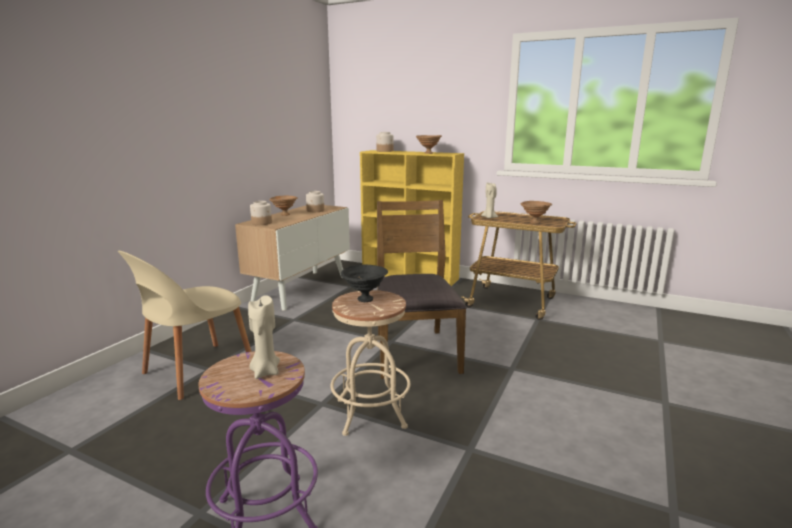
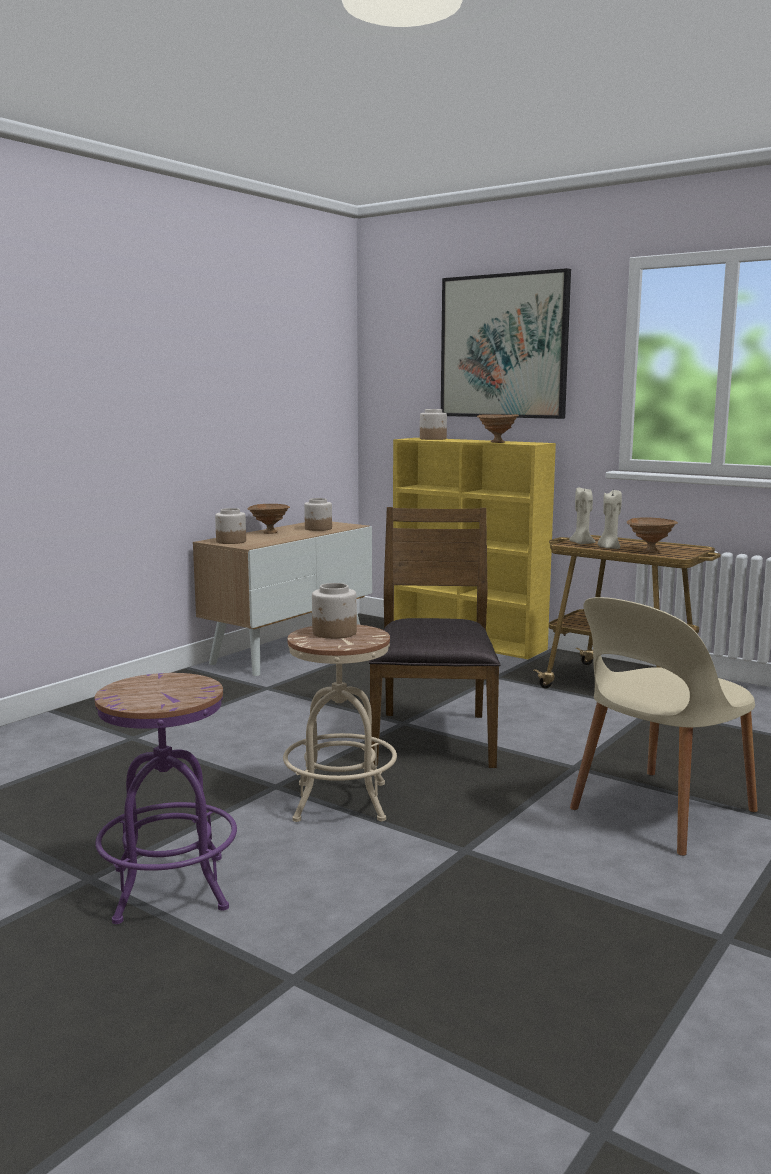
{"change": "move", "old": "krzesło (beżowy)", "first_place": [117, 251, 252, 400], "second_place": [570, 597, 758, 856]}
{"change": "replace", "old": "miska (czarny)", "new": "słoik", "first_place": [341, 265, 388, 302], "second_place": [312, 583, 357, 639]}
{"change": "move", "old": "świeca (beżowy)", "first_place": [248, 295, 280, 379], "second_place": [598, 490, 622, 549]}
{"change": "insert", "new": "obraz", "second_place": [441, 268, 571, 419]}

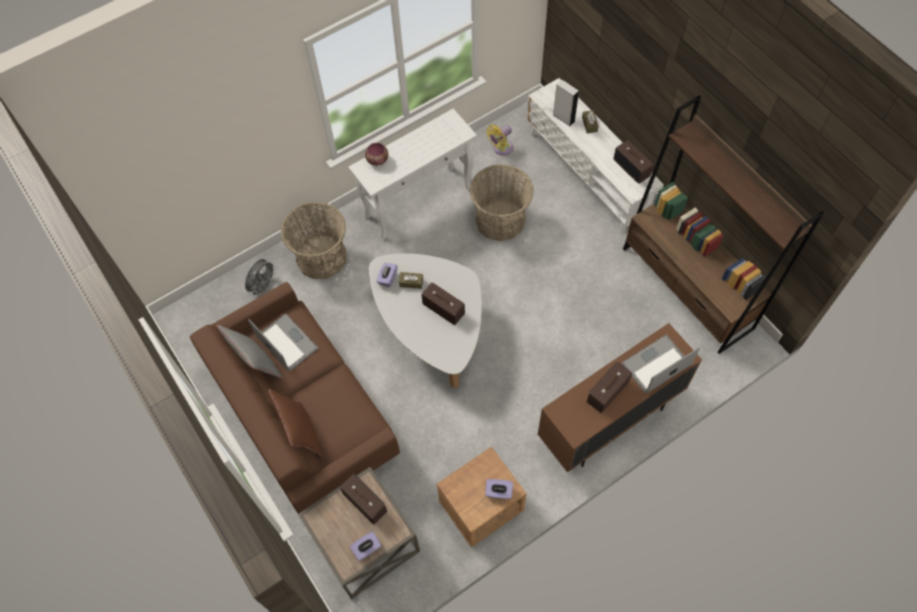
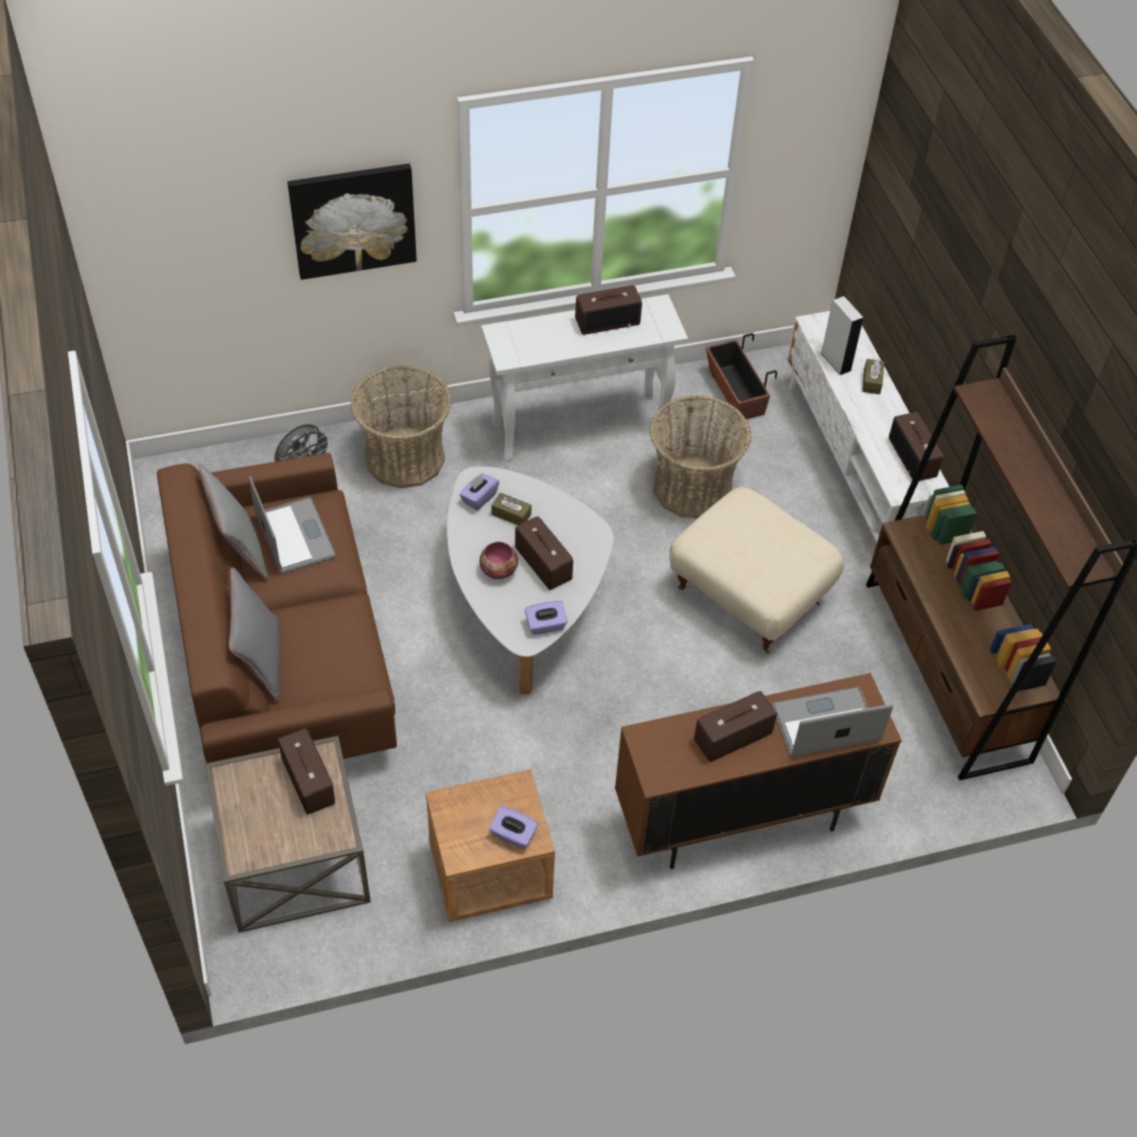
{"change": "replace", "old": "wentylator (żółty)", "new": "donica", "first_place": [486, 125, 513, 155], "second_place": [706, 333, 777, 419]}
{"change": "move", "old": "miska", "first_place": [365, 143, 388, 166], "second_place": [480, 542, 518, 579]}
{"change": "recolor", "old": "poduszka (brązowy)", "new": "poduszka (szary)", "first_place": [269, 389, 323, 456], "second_place": [229, 567, 280, 701]}
{"change": "move", "old": "pudełko chusteczek (fioletowy)", "first_place": [350, 531, 381, 561], "second_place": [525, 601, 567, 635]}
{"change": "insert", "new": "obraz", "second_place": [287, 164, 417, 280]}
{"change": "insert", "new": "radio", "second_place": [575, 285, 642, 335]}
{"change": "insert", "new": "pufa (beżowy)", "second_place": [670, 487, 844, 654]}

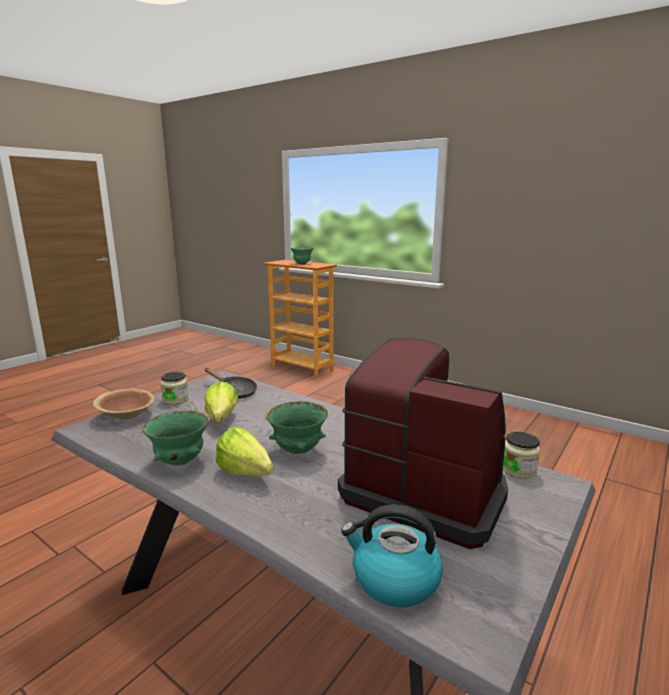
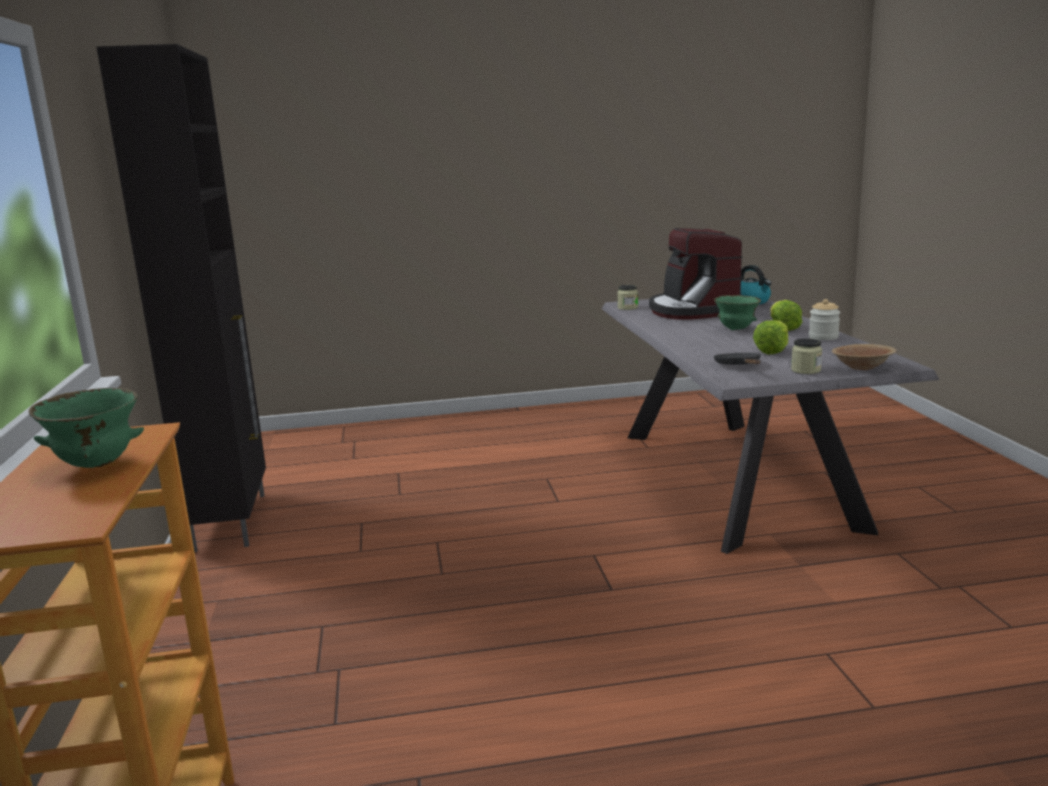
{"change": "replace", "old": "miska (zielony)", "new": "słoik", "first_place": [142, 410, 211, 466], "second_place": [809, 299, 840, 340]}
{"change": "insert", "new": "szafka (czarny)", "second_place": [97, 44, 266, 553]}

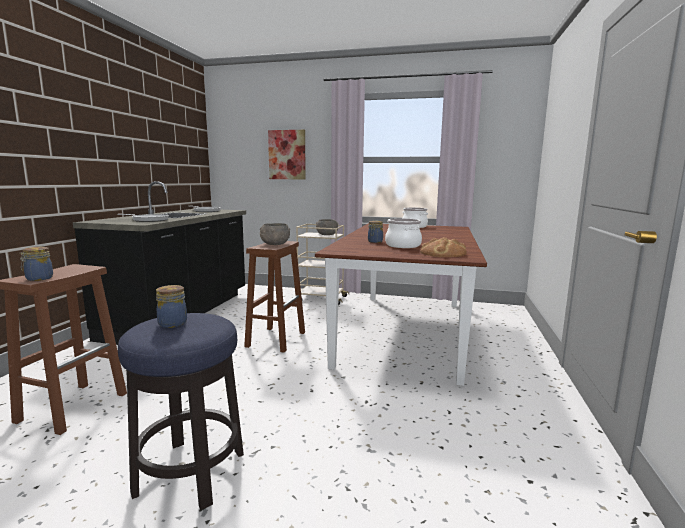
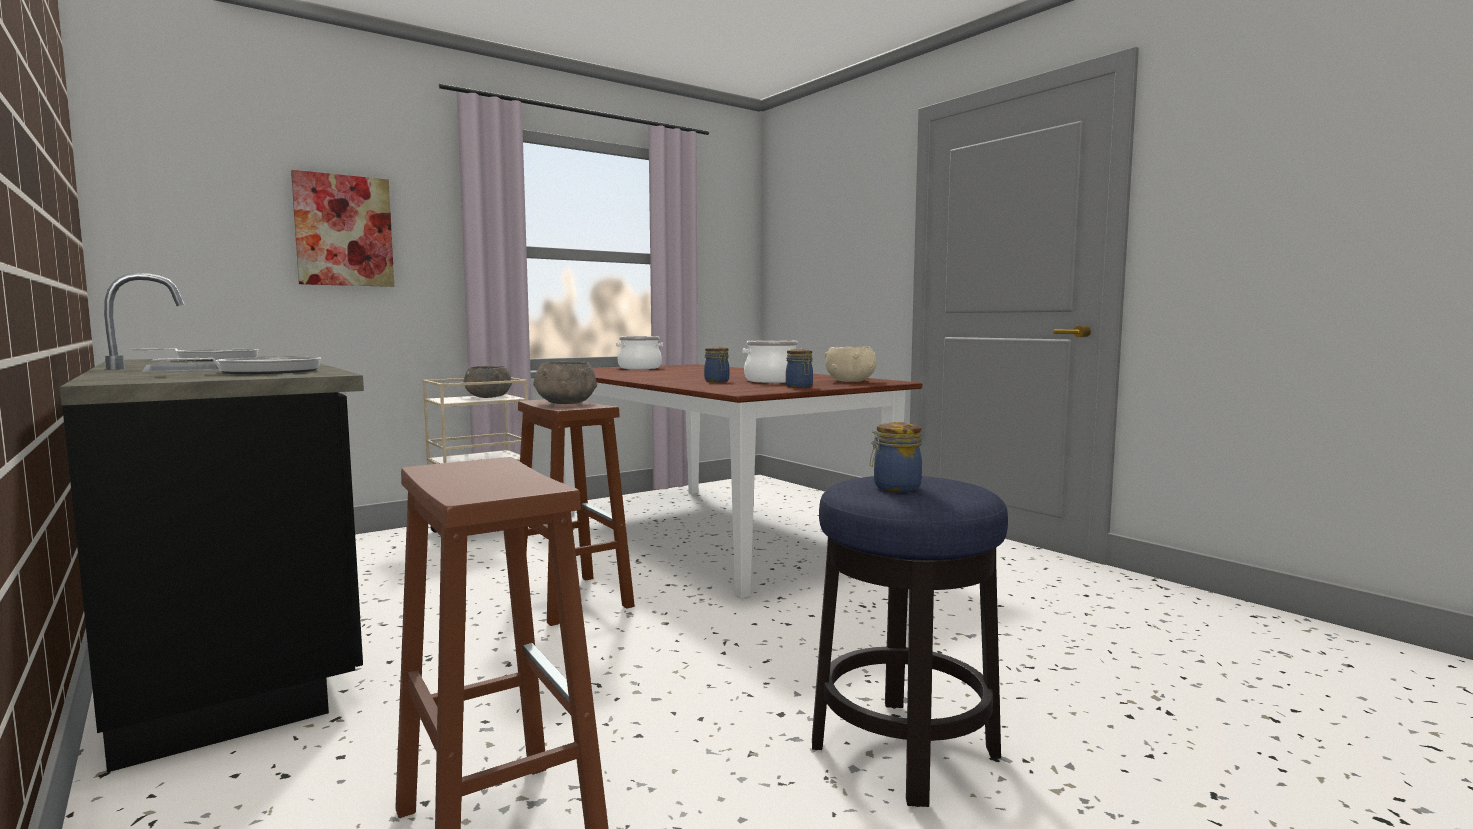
{"change": "replace", "old": "chleb", "new": "miska (beżowy)", "first_place": [420, 237, 467, 257], "second_place": [824, 347, 877, 382]}
{"change": "move", "old": "słoik", "first_place": [20, 246, 53, 281], "second_place": [786, 349, 813, 388]}

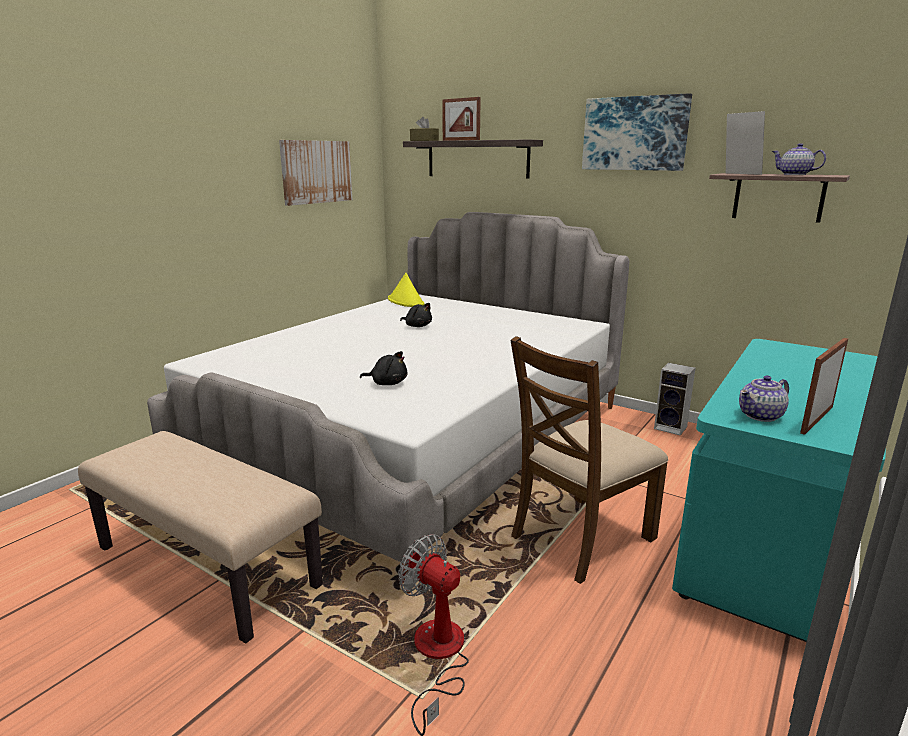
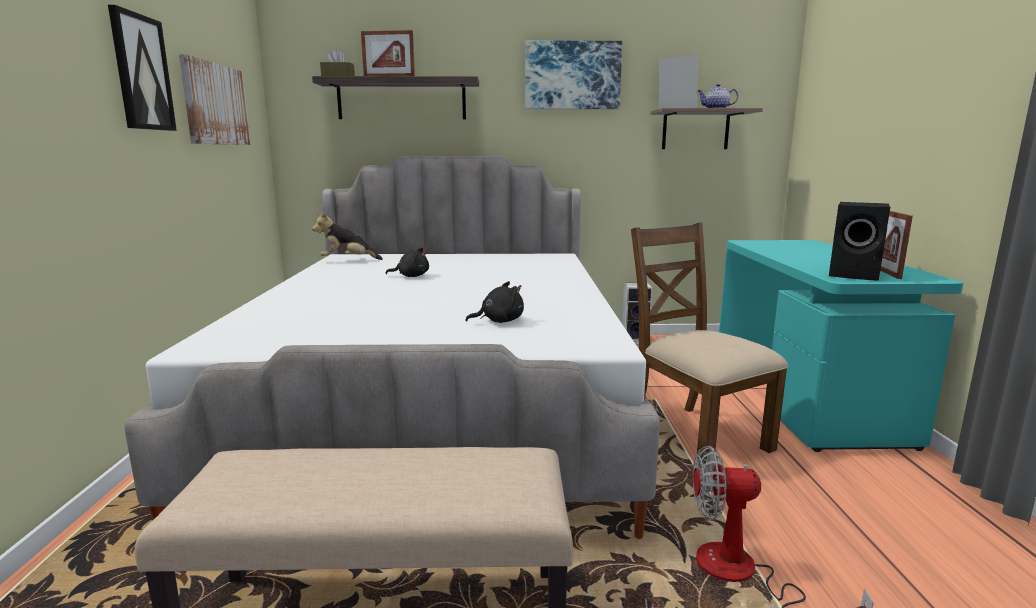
{"change": "replace", "old": "kapelusz (żółty)", "new": "pluszak", "first_place": [388, 273, 425, 307], "second_place": [312, 213, 383, 260]}
{"change": "rotate", "old": "krzesło (brązowy)", "first_place": [511, 336, 668, 584], "second_place": [631, 223, 788, 474], "degrees": 135}
{"change": "replace", "old": "imbryk", "new": "głośnik (czarny)", "first_place": [739, 375, 789, 422], "second_place": [829, 202, 890, 281]}
{"change": "insert", "new": "obraz", "second_place": [108, 5, 177, 131]}

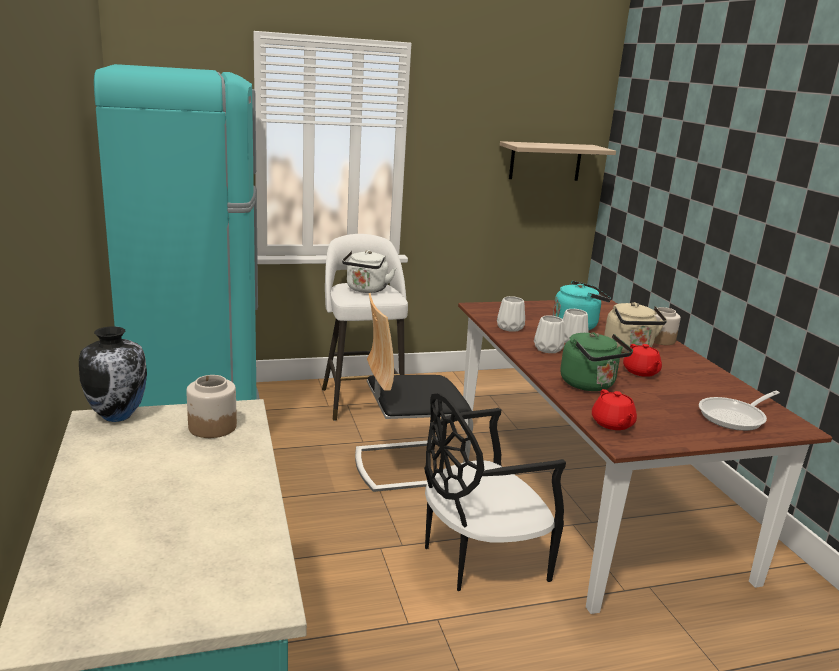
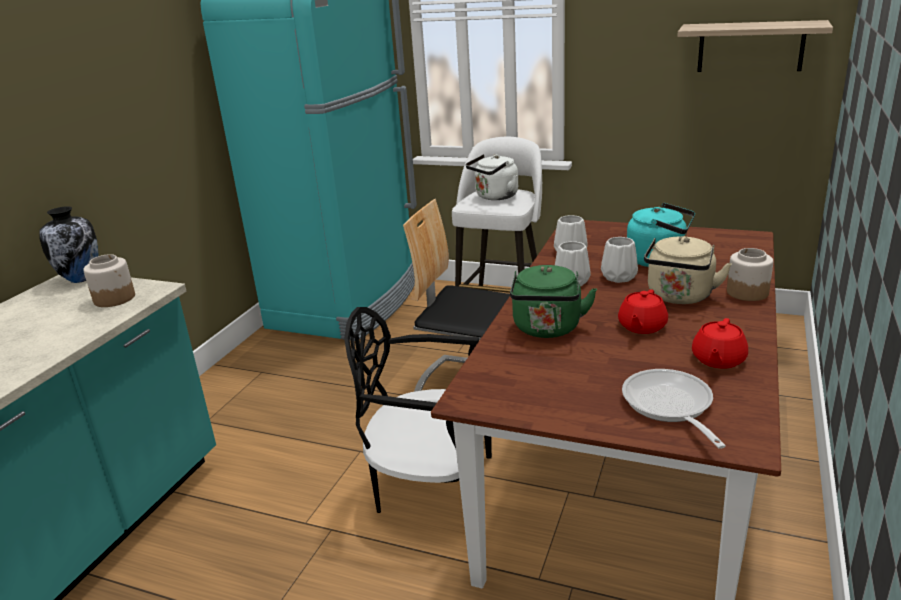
{"change": "move", "old": "imbryk (czerwony)", "first_place": [592, 389, 637, 430], "second_place": [692, 318, 748, 369]}
{"change": "rotate", "old": "patelnia", "first_place": [699, 391, 780, 431], "second_place": [622, 369, 726, 449], "degrees": 75}

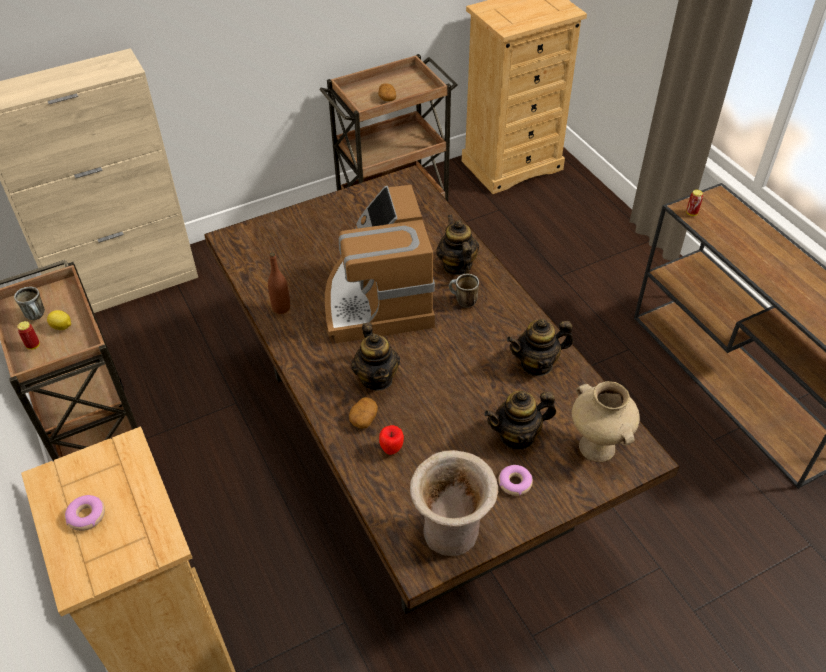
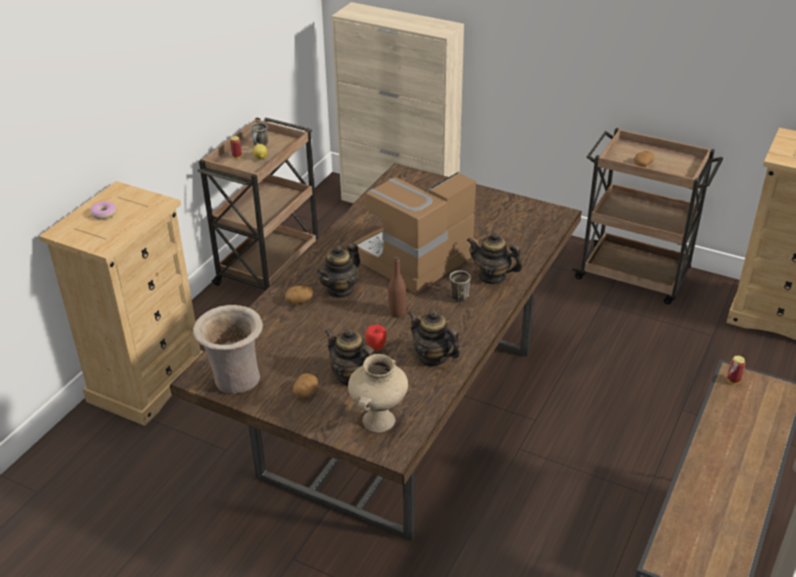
{"change": "rotate", "old": "imbryk", "first_place": [437, 215, 479, 275], "second_place": [466, 232, 522, 285], "degrees": -105}
{"change": "move", "old": "butelka (brązowy)", "first_place": [268, 253, 290, 314], "second_place": [388, 256, 406, 317]}
{"change": "move", "old": "jabłko", "first_place": [379, 425, 404, 455], "second_place": [365, 325, 386, 350]}
{"change": "replace", "old": "donut", "new": "ziemniak", "first_place": [498, 465, 533, 496], "second_place": [293, 373, 318, 398]}

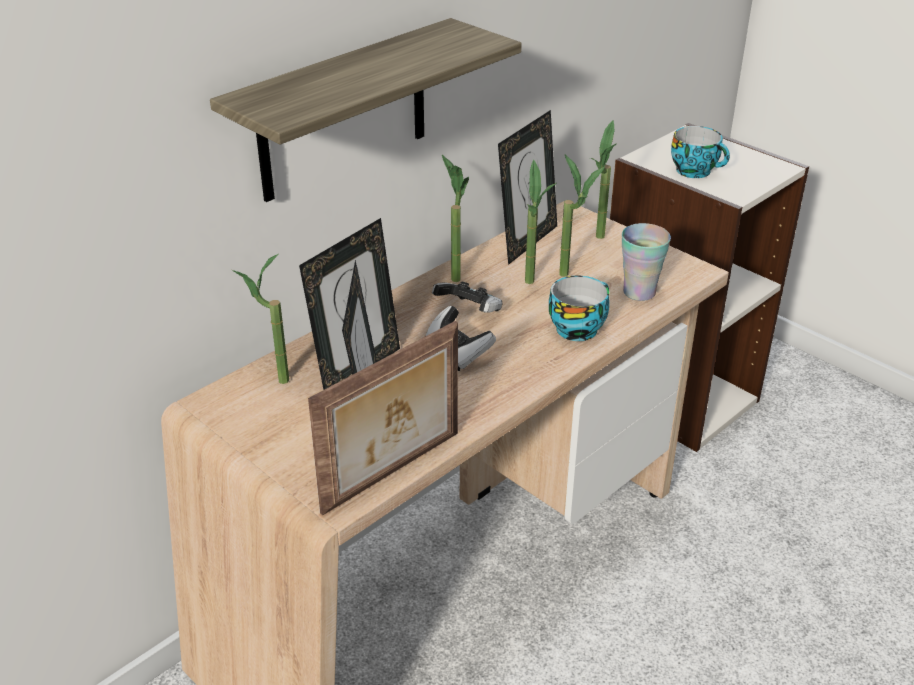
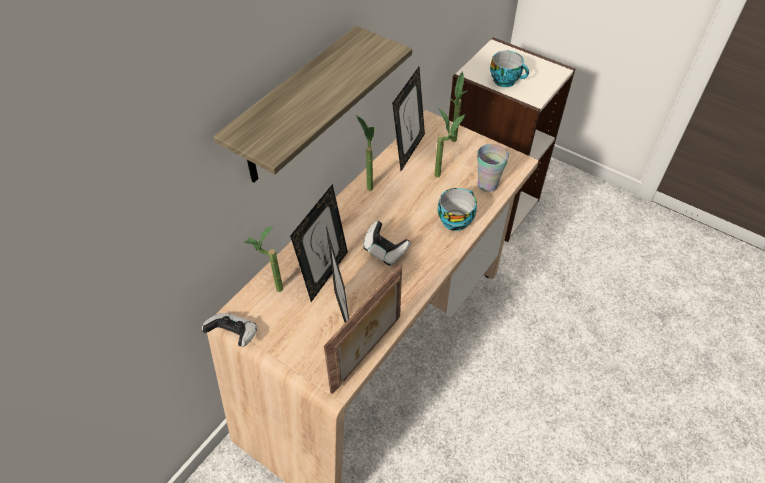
{"change": "delete", "old": "roślina doniczkowa", "first_place": [525, 159, 556, 284]}
{"change": "move", "old": "pad do gier", "first_place": [432, 282, 503, 313], "second_place": [202, 313, 257, 347]}

